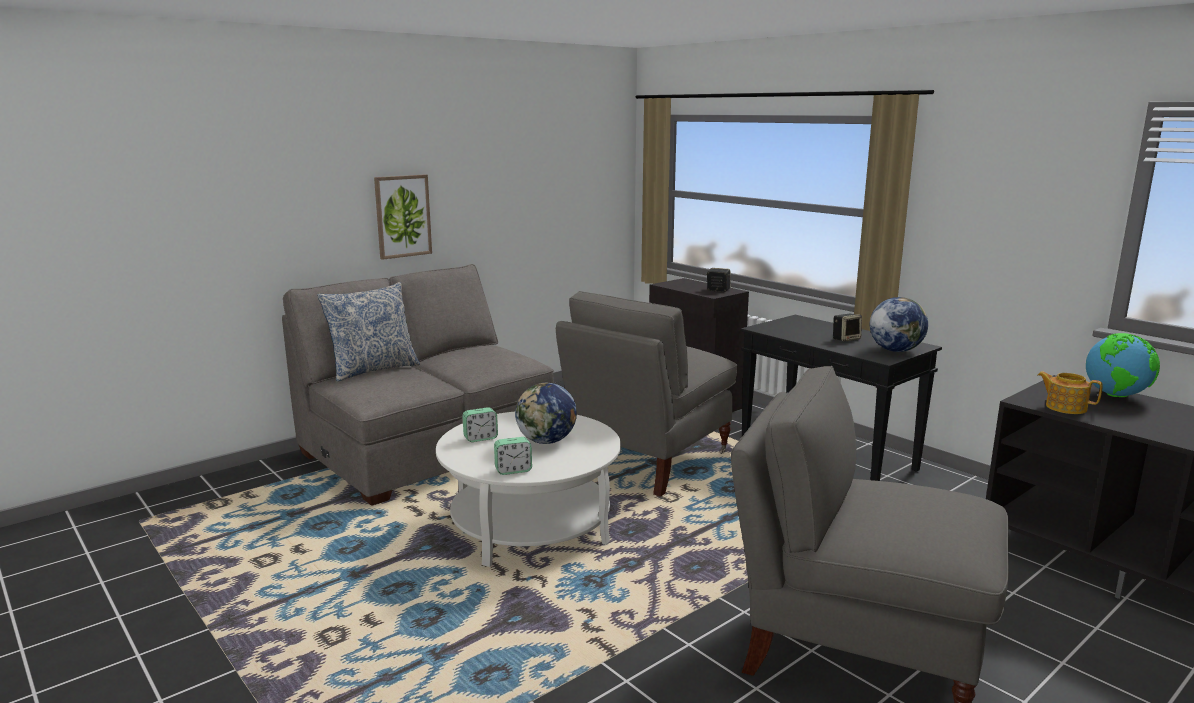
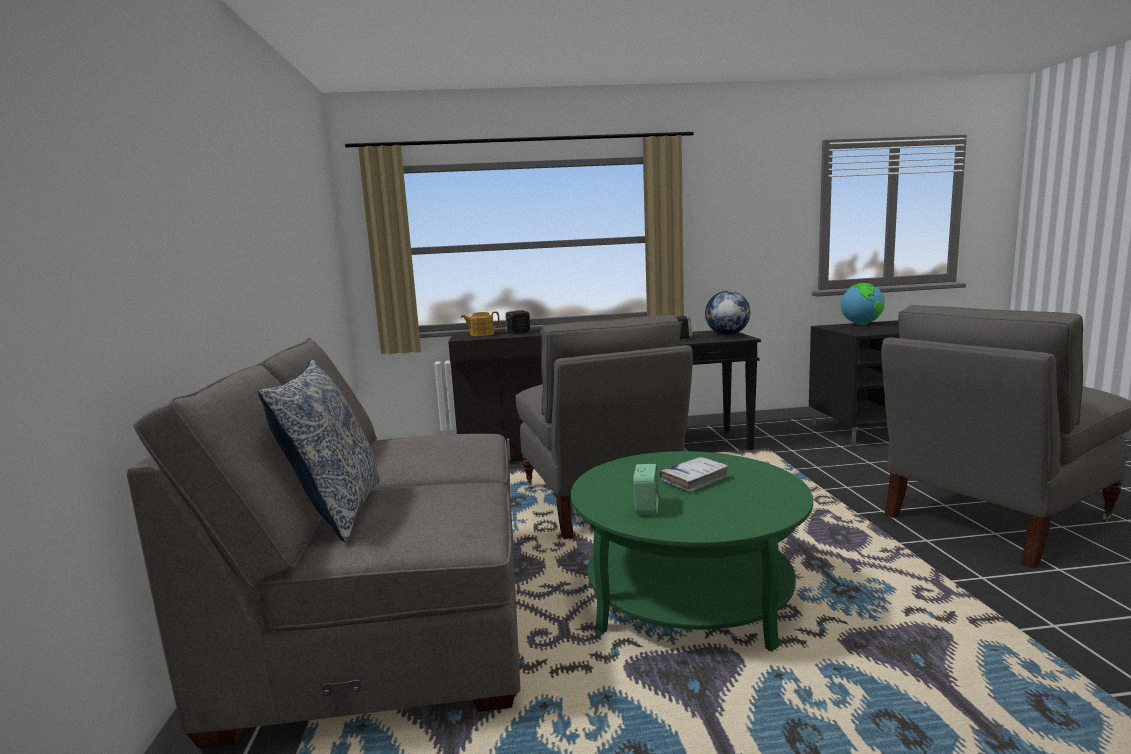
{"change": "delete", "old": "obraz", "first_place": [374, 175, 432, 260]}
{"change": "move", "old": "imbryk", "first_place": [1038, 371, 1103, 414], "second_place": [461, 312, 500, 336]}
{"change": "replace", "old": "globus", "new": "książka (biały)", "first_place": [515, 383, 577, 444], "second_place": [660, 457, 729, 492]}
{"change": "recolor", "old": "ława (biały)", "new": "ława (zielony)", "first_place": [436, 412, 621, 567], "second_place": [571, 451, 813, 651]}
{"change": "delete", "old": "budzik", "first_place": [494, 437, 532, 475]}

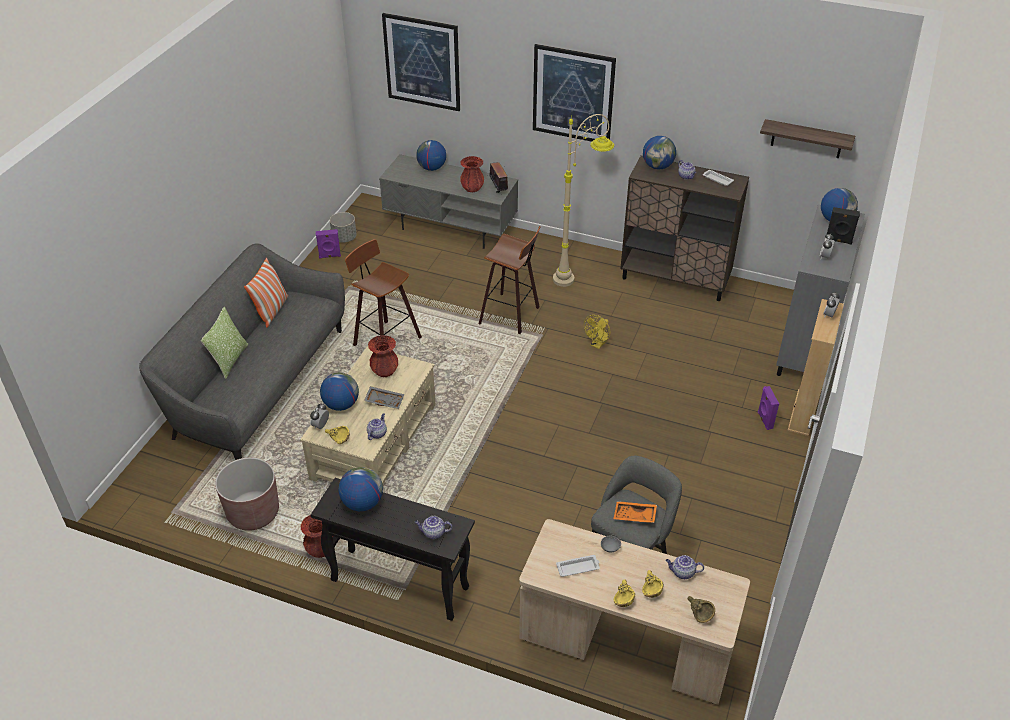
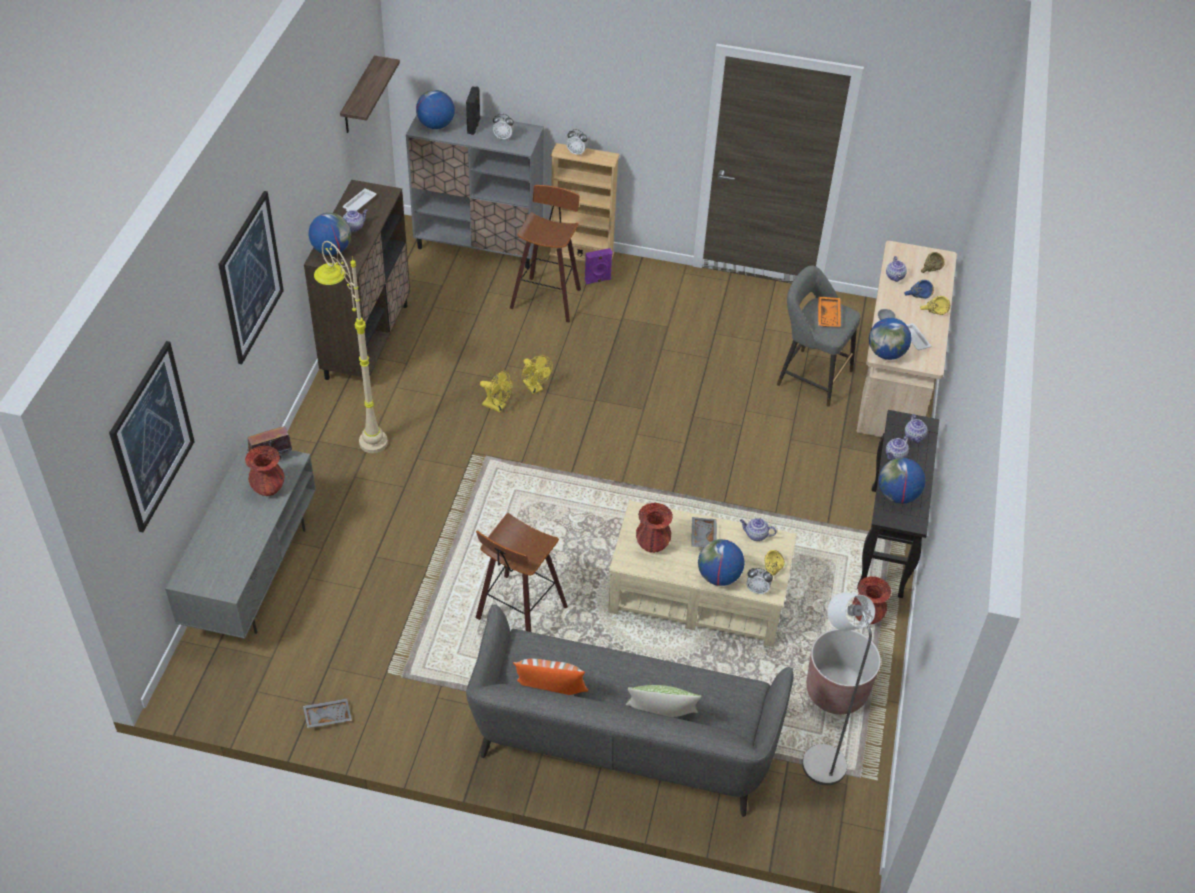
{"change": "move", "old": "globus", "first_place": [416, 140, 446, 171], "second_place": [869, 318, 912, 360]}
{"change": "delete", "old": "donica (szary)", "first_place": [330, 212, 357, 243]}
{"change": "move", "old": "stołek", "first_place": [479, 226, 541, 334], "second_place": [510, 185, 581, 323]}
{"change": "replace", "old": "głośnik (fioletowy)", "new": "taca (szary)", "first_place": [316, 229, 341, 259], "second_place": [303, 699, 352, 728]}
{"change": "recolor", "old": "miska (żółty)", "new": "miska (niebieski)", "first_place": [642, 570, 664, 598], "second_place": [904, 280, 934, 299]}
{"change": "insert", "new": "wentylator (żółty)", "second_place": [522, 356, 553, 394]}
{"change": "insert", "new": "imbryk", "second_place": [886, 435, 909, 460]}
{"change": "insert", "new": "lampa stojąca (szary)", "second_place": [802, 592, 875, 785]}

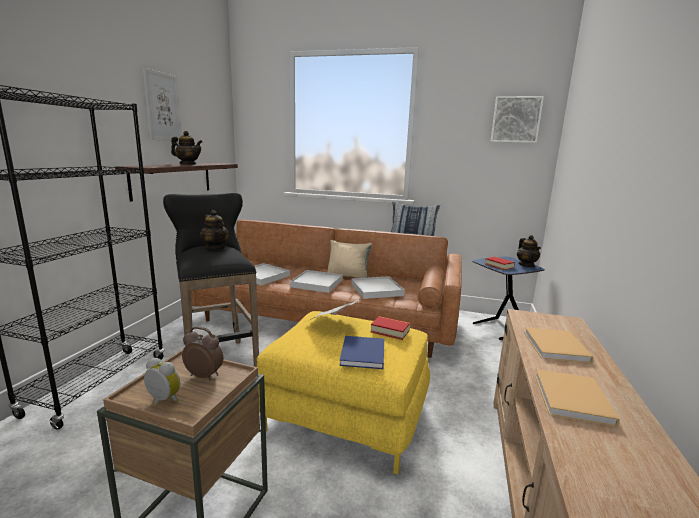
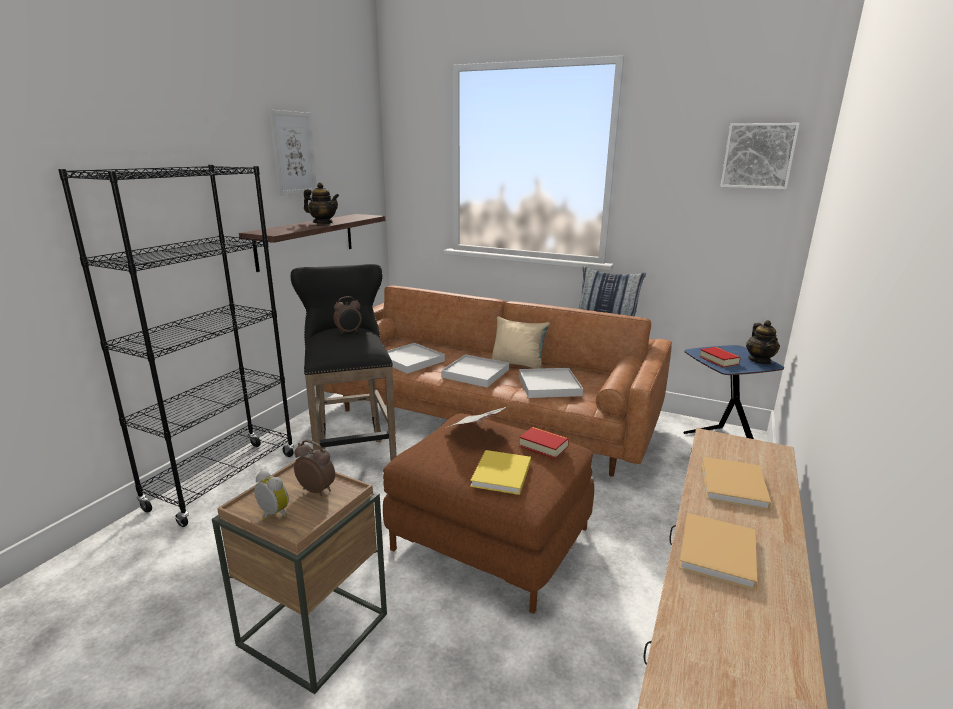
{"change": "replace", "old": "imbryk", "new": "budzik", "first_place": [200, 210, 229, 250], "second_place": [333, 296, 362, 335]}
{"change": "recolor", "old": "pufa (żółty)", "new": "pufa (brązowy)", "first_place": [257, 311, 430, 475], "second_place": [383, 413, 594, 614]}
{"change": "recolor", "old": "książka (niebieski)", "new": "książka (żółty)", "first_place": [339, 336, 384, 369], "second_place": [470, 450, 531, 495]}

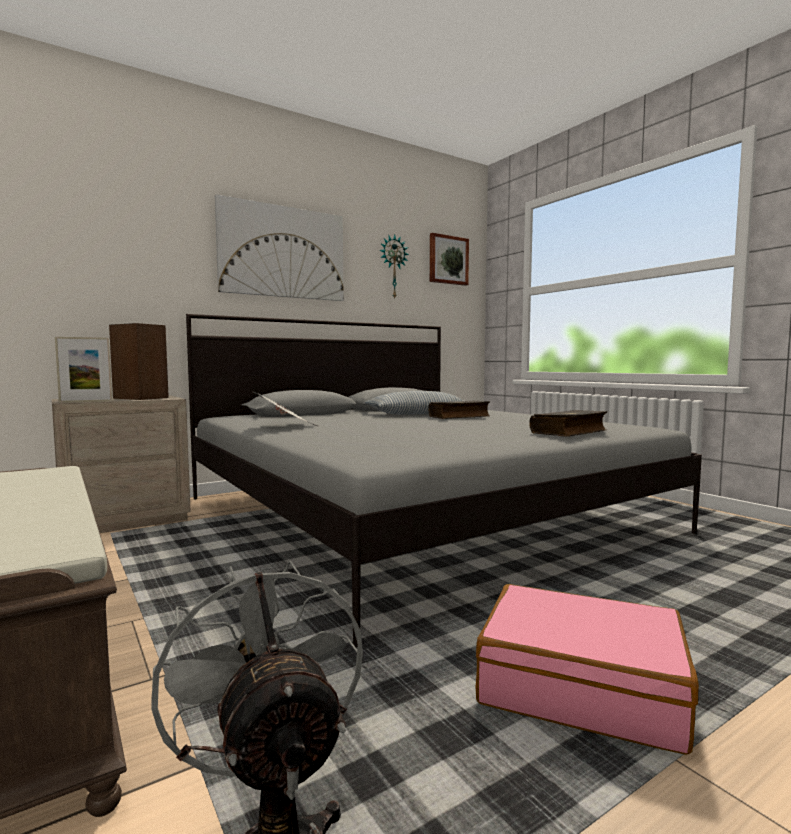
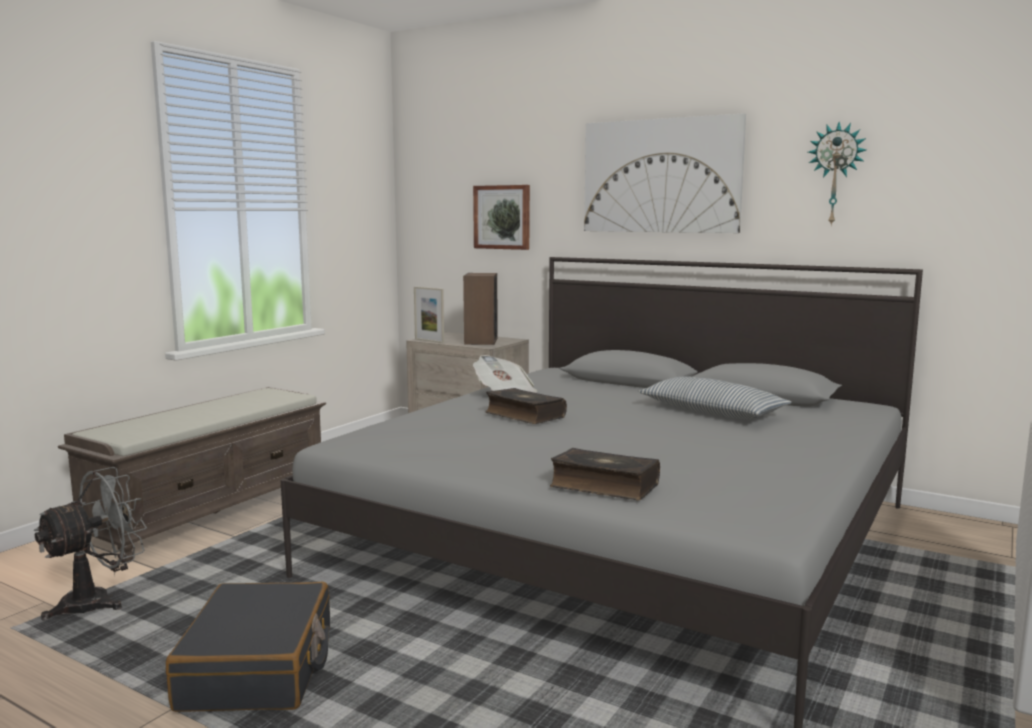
{"change": "move", "old": "obraz", "first_place": [430, 233, 469, 286], "second_place": [473, 185, 530, 250]}
{"change": "move", "old": "książka", "first_place": [429, 400, 490, 419], "second_place": [485, 388, 567, 424]}
{"change": "recolor", "old": "walizka (różowy)", "new": "walizka (czarny)", "first_place": [476, 584, 699, 755], "second_place": [166, 582, 330, 712]}

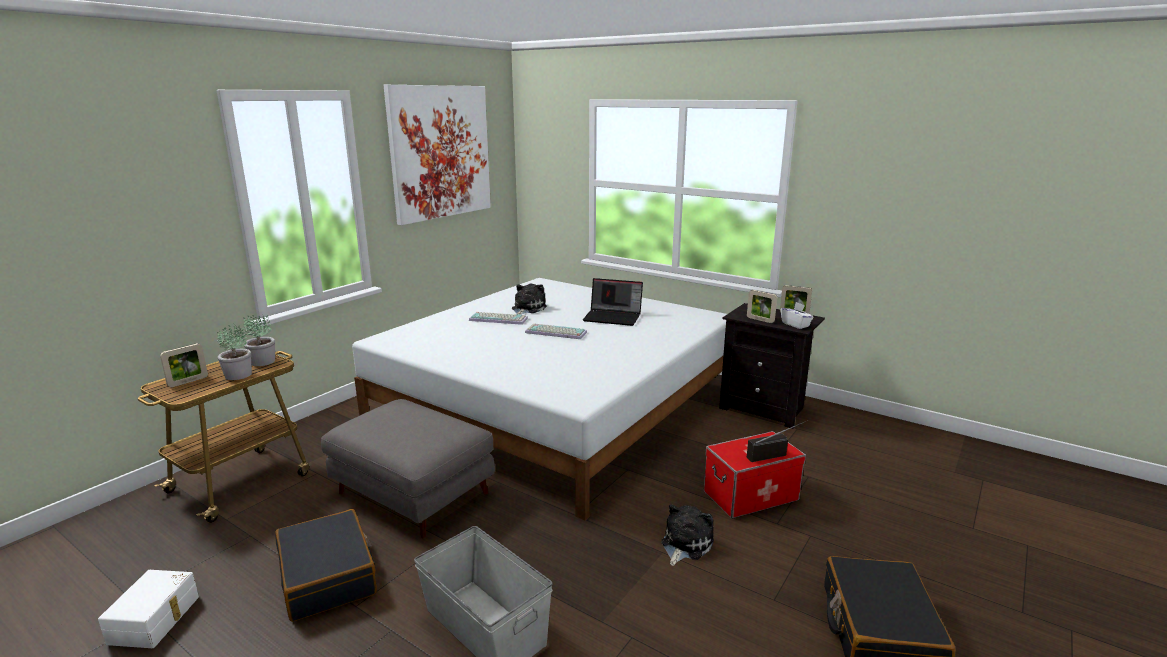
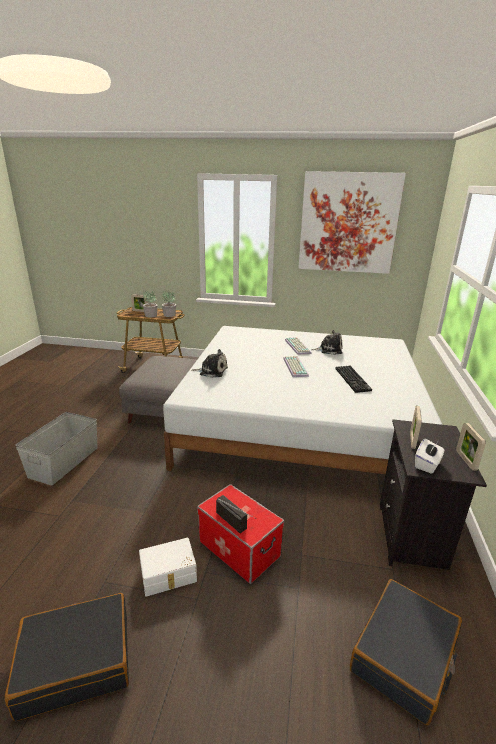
{"change": "replace", "old": "laptop", "new": "klawiatura", "first_place": [583, 278, 643, 326], "second_place": [335, 366, 372, 393]}
{"change": "move", "old": "pluszak", "first_place": [661, 505, 714, 566], "second_place": [191, 349, 228, 378]}
{"change": "move", "old": "walizka (czarny)", "first_place": [275, 509, 377, 622], "second_place": [350, 579, 462, 725]}
{"change": "move", "old": "pojemnik do przechowywania (biały)", "first_place": [98, 570, 199, 648], "second_place": [139, 538, 197, 597]}

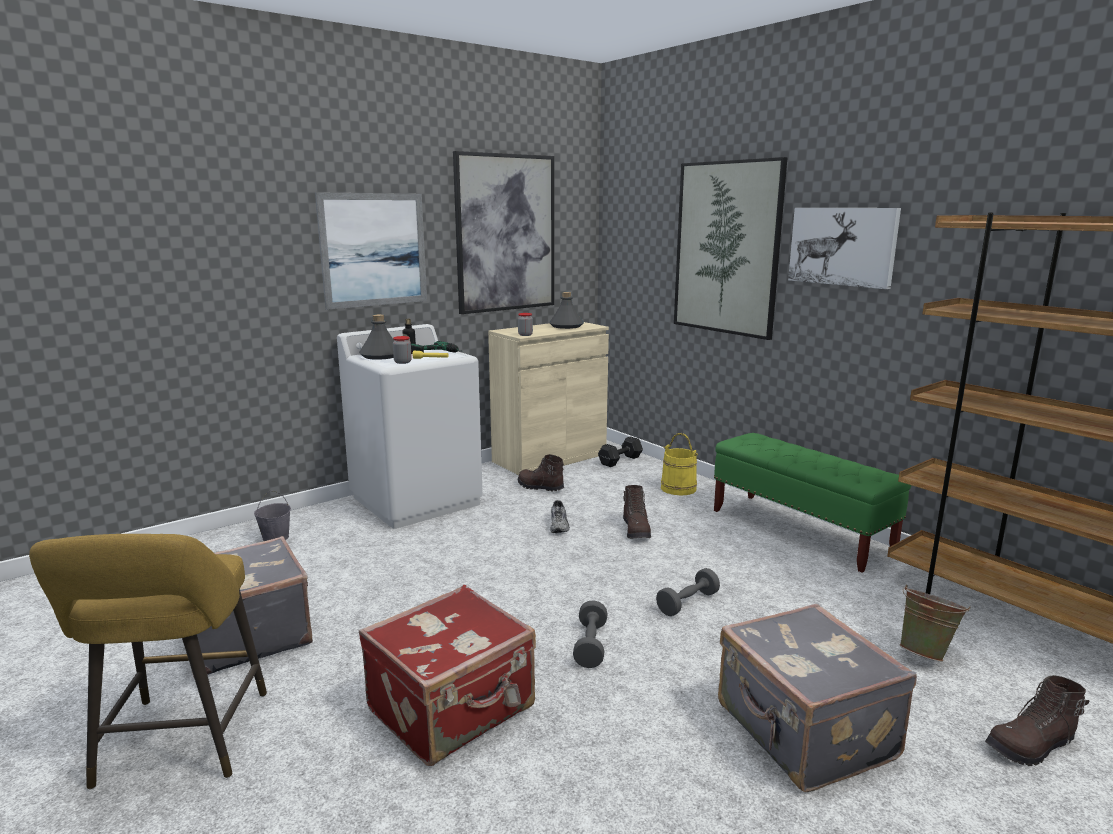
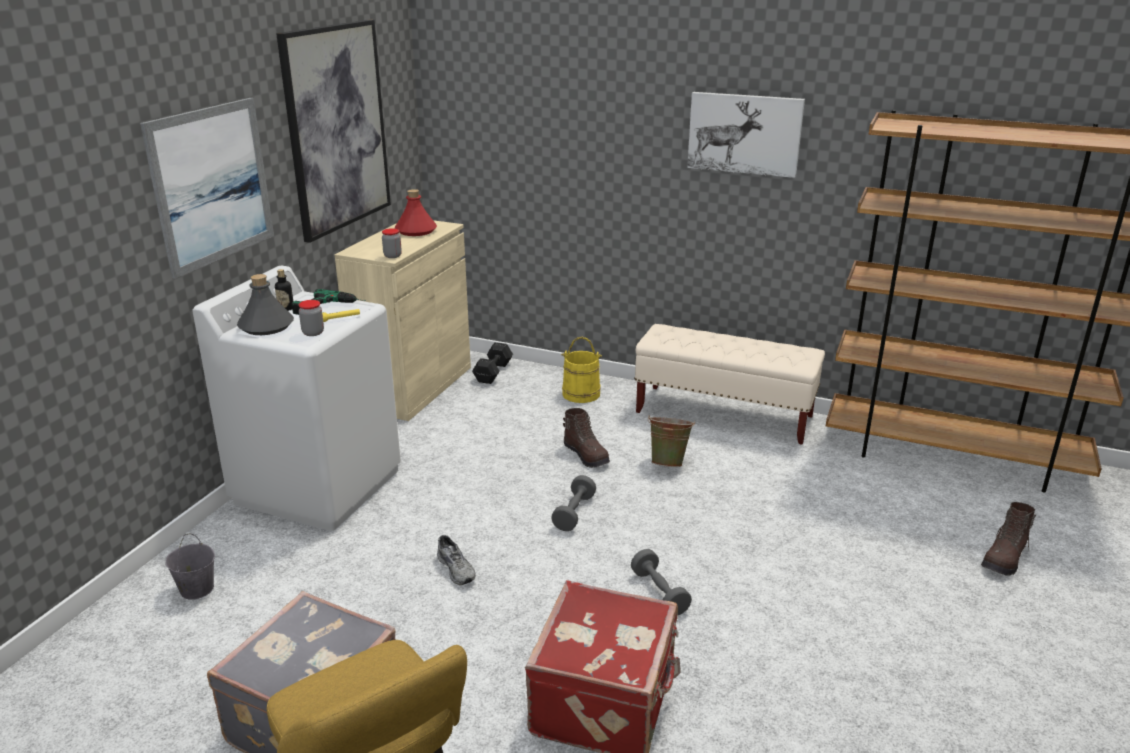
{"change": "delete", "old": "obraz", "first_place": [674, 157, 788, 340]}
{"change": "recolor", "old": "butelka (szary)", "new": "butelka (czerwony)", "first_place": [549, 292, 584, 329], "second_place": [395, 189, 437, 236]}
{"change": "recolor", "old": "ławka (zielony)", "new": "ławka (beżowy)", "first_place": [714, 433, 912, 573], "second_place": [634, 324, 825, 445]}
{"change": "delete", "old": "but z cholewką (brązowy)", "first_place": [517, 454, 564, 491]}
{"change": "move", "old": "but (szary)", "first_place": [550, 500, 570, 533], "second_place": [437, 535, 476, 585]}
{"change": "move", "old": "hantel (szary)", "first_place": [656, 568, 720, 616], "second_place": [551, 475, 596, 531]}
{"change": "move", "old": "wiadro (zielony)", "first_place": [900, 585, 970, 662], "second_place": [648, 415, 695, 467]}
{"change": "delete", "old": "walizka (szary)", "first_place": [718, 604, 917, 792]}

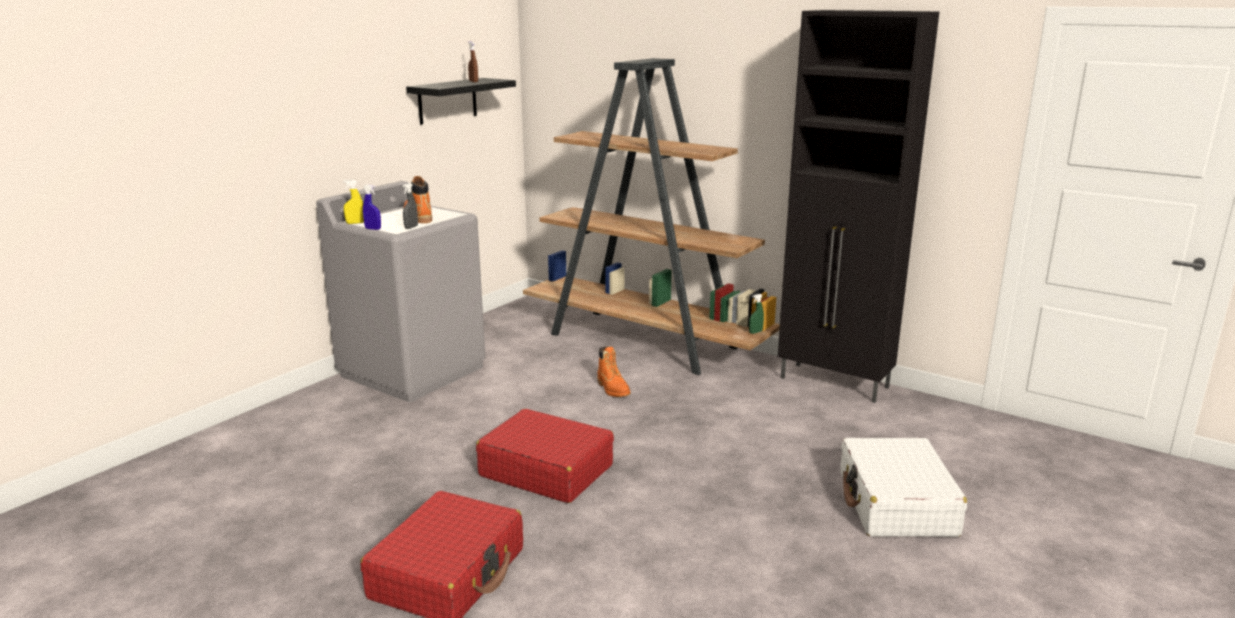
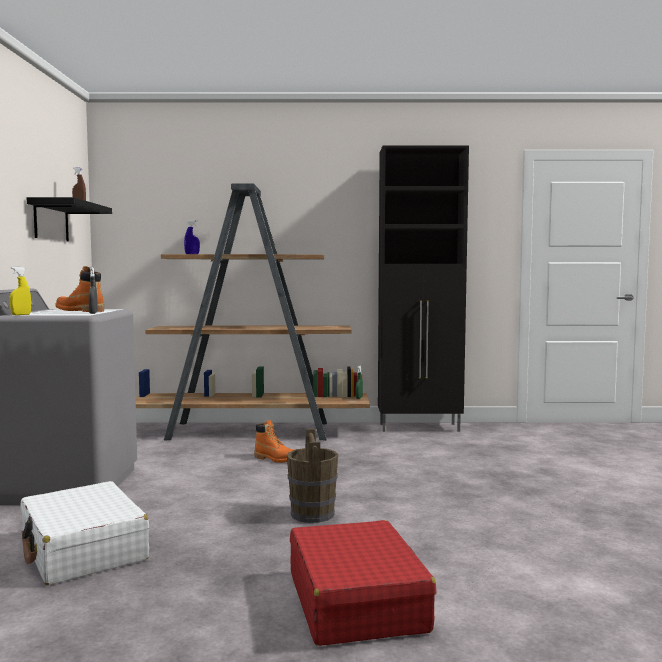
{"change": "move", "old": "spryskiwacz (niebieski)", "first_place": [363, 185, 381, 230], "second_place": [184, 220, 200, 254]}
{"change": "replace", "old": "walizka (czerwony)", "new": "wiadro (brązowy)", "first_place": [476, 409, 614, 503], "second_place": [287, 429, 338, 523]}
{"change": "move", "old": "walizka (biały)", "first_place": [840, 438, 967, 537], "second_place": [20, 481, 149, 585]}

